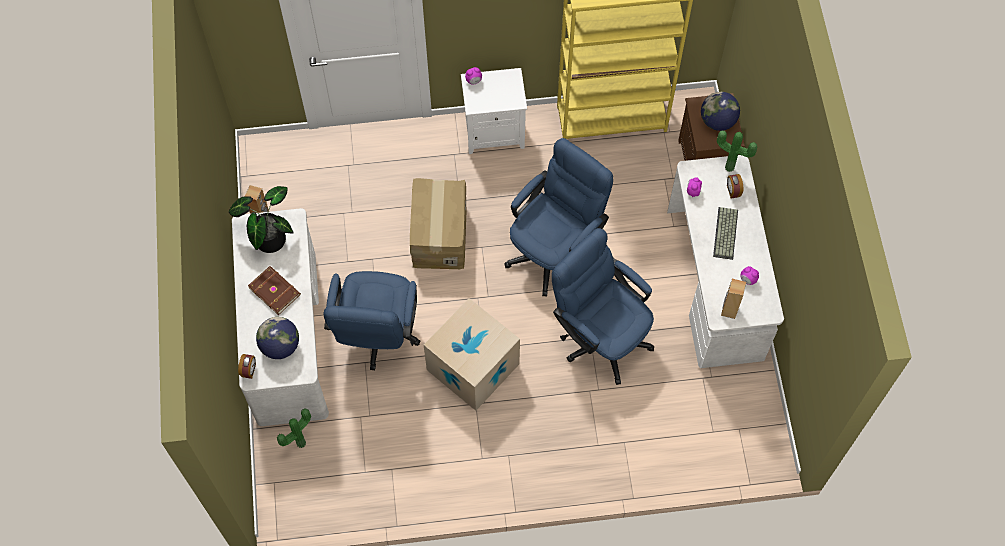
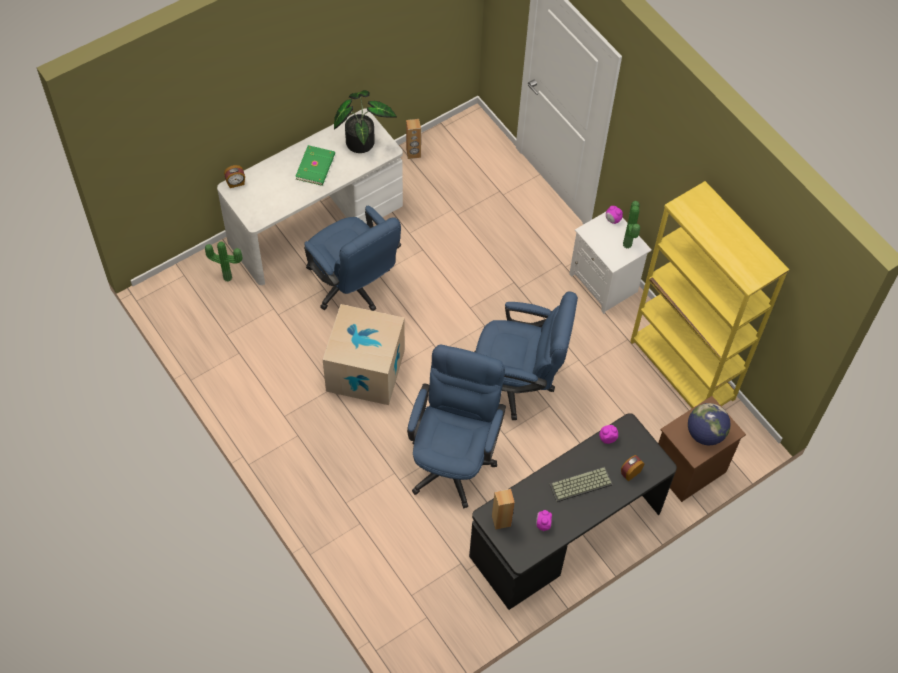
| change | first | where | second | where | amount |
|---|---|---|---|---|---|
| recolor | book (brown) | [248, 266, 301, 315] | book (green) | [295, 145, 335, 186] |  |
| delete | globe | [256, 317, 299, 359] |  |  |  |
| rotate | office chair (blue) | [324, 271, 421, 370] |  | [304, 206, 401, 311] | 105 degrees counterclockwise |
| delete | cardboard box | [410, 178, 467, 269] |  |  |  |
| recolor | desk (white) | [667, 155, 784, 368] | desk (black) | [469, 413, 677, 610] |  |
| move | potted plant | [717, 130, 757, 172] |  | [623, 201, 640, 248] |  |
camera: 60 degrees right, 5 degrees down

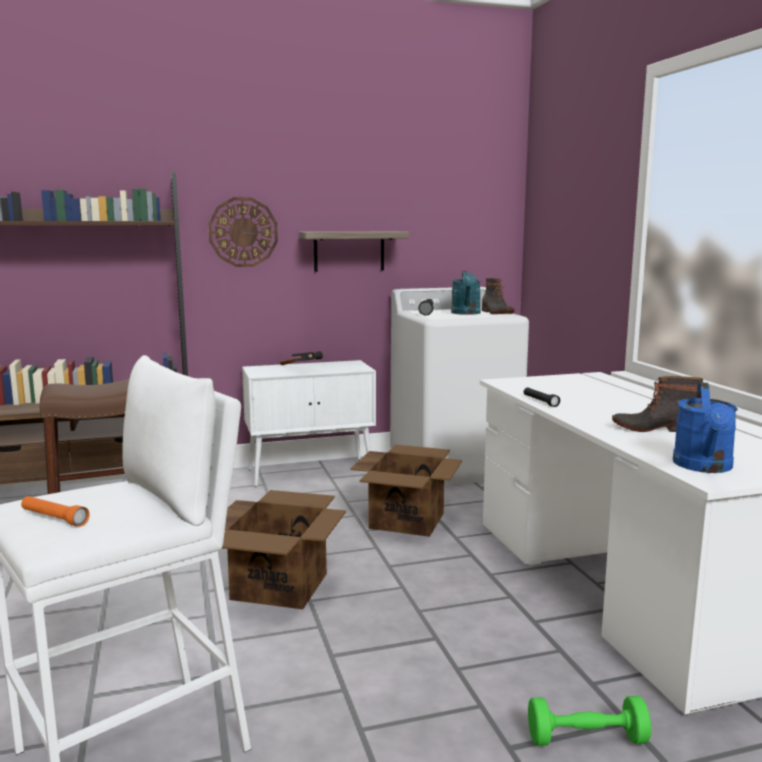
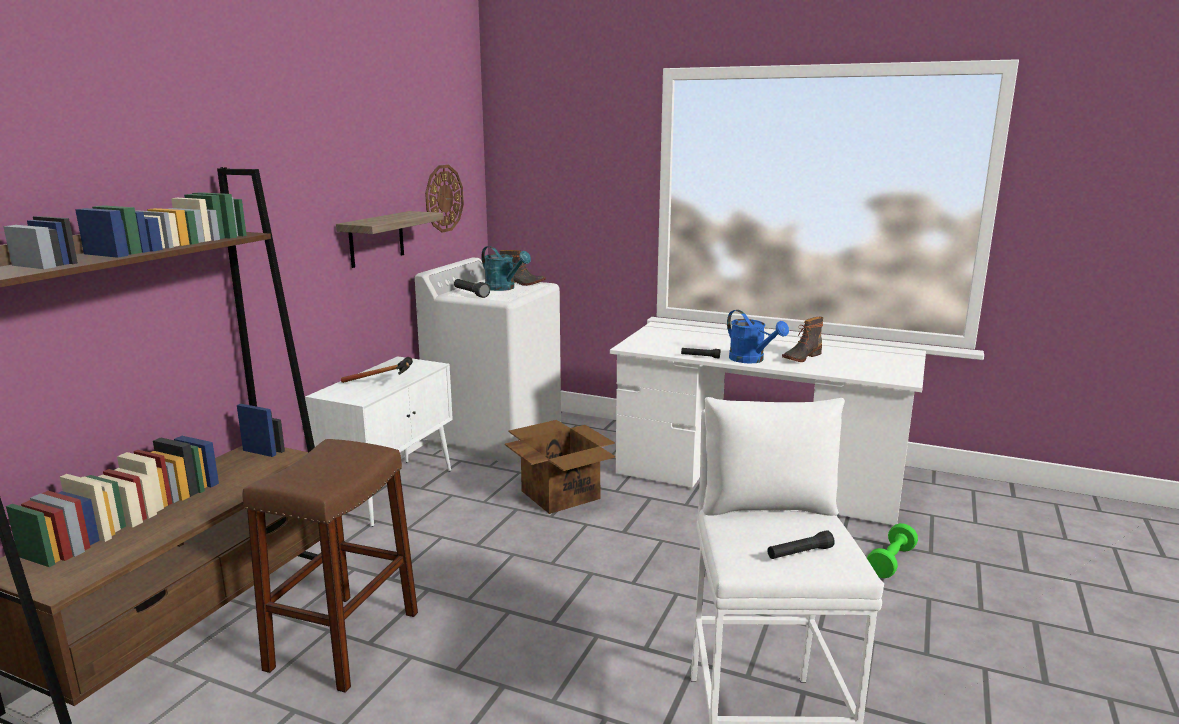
| change | first | where | second | where | amount |
|---|---|---|---|---|---|
| recolor | flashlight (orange) | [21, 496, 89, 527] | flashlight (black) | [767, 531, 835, 559] |  |
| move | wall clock | [208, 197, 278, 267] |  | [425, 165, 464, 233] |  |
| delete | cardboard box | [222, 490, 346, 609] |  |  |  |
| move | watering can (blue) | [673, 382, 738, 473] |  | [727, 310, 789, 364] |  |
camera: 50 degrees left, 5 degrees up

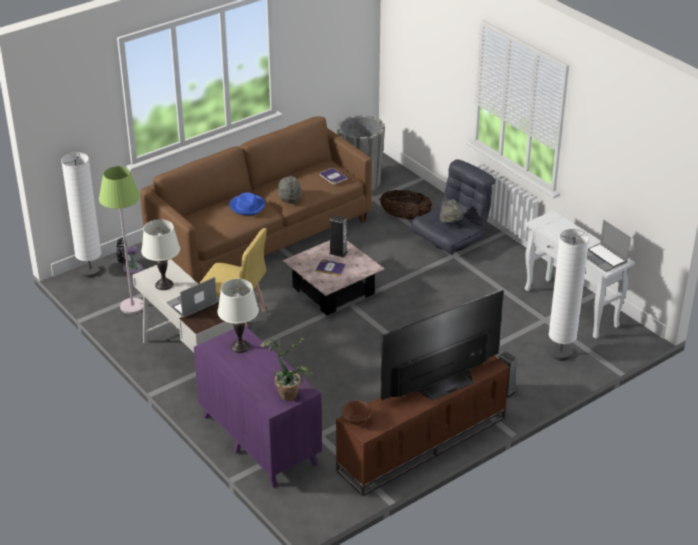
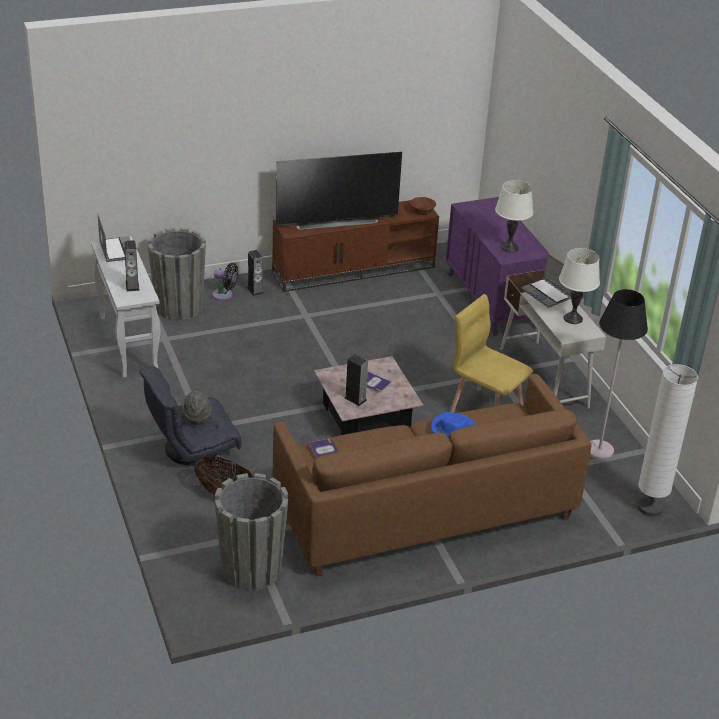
| change | first | where | second | where | amount |
|---|---|---|---|---|---|
| recolor | floor lamp (green) | [99, 166, 143, 314] | floor lamp (black) | [590, 289, 648, 460] |  |
| move | fan (black) | [117, 237, 142, 274] |  | [212, 263, 238, 301] |  |
| rotate | laptop | [167, 277, 217, 318] |  | [521, 253, 573, 308] | 75 degrees clockwise |
| delete | potted plant | [260, 337, 313, 401] |  |  |  |
| delete | hat (grey) | [278, 176, 302, 204] |  |  |  |
| replace | floor lamp (white) | [549, 229, 590, 361] | planter (grey) | [148, 228, 206, 321] |  |
| insert |  |  | speaker | [124, 240, 140, 291] |  |
camera: 165 degrees left, 0 degrees up

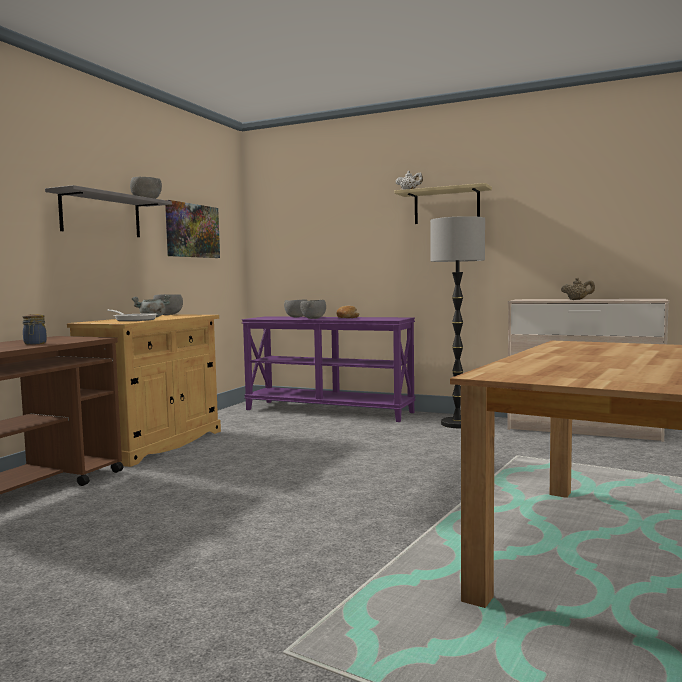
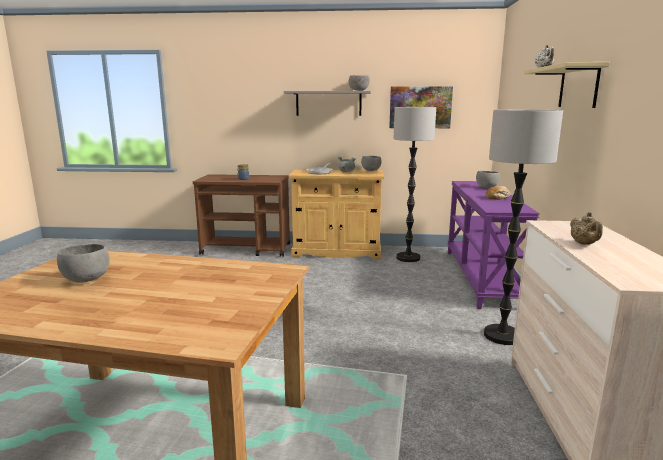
| change | first | where | second | where | amount |
|---|---|---|---|---|---|
| move | bowl (grey) | [300, 300, 326, 319] |  | [57, 244, 110, 283] |  |
| insert |  |  | floor lamp | [394, 107, 436, 262] |  |
camera: 70 degrees right, 10 degrees up

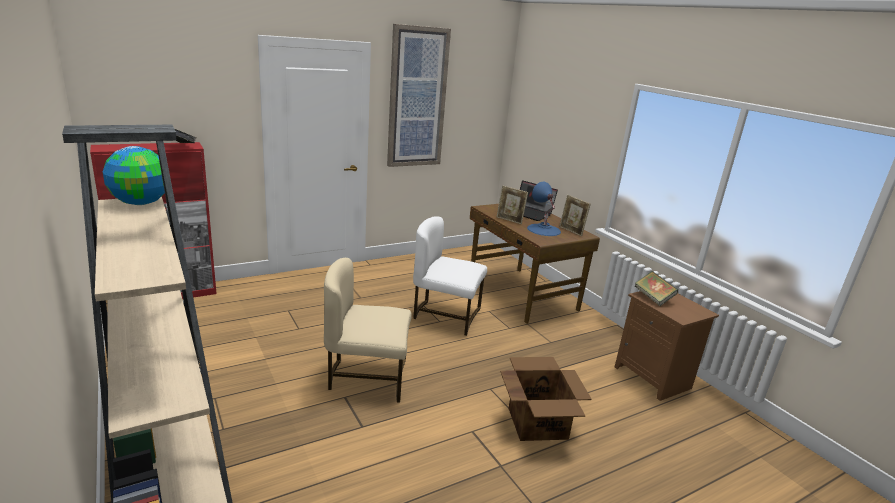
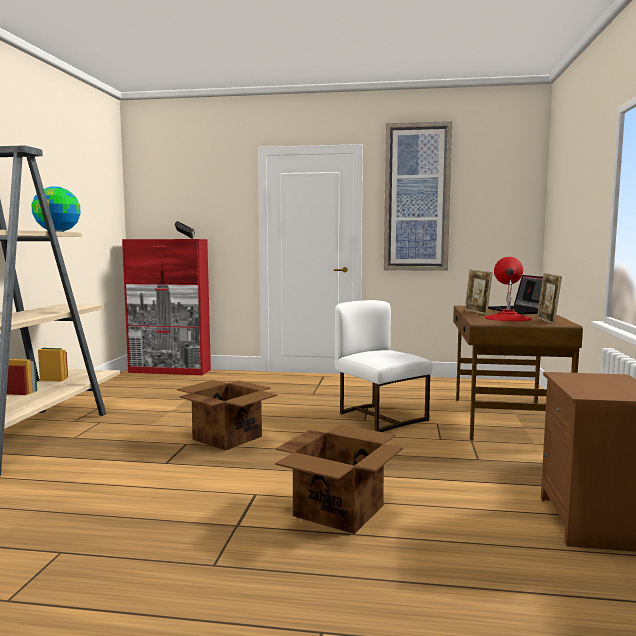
| change | first | where | second | where | amount |
|---|---|---|---|---|---|
| replace | chair (beige) | [324, 258, 412, 403] | cardboard box | [177, 380, 278, 451] |  |
| recolor | table lamp (blue) | [527, 182, 561, 236] | table lamp (red) | [485, 257, 532, 322] |  |
| delete | book | [635, 271, 678, 306] |  |  |  |
camera: 40 degrees right, 15 degrees down

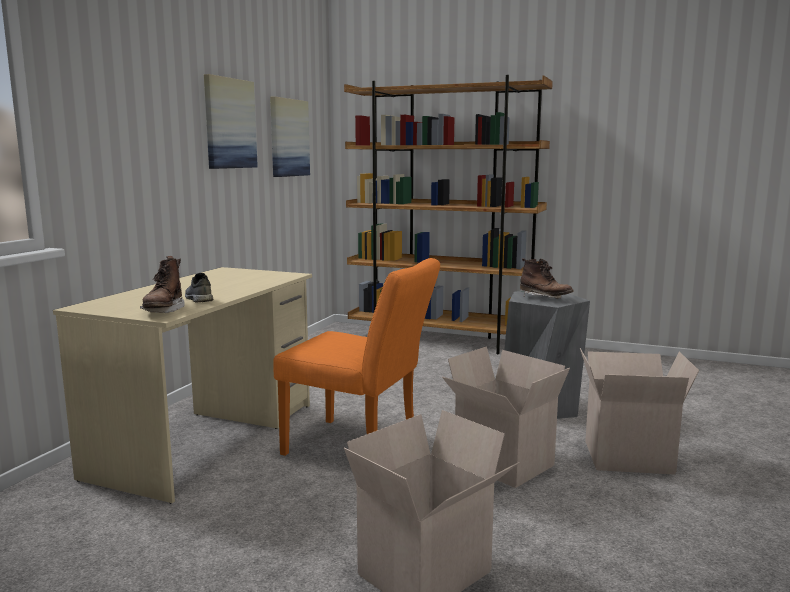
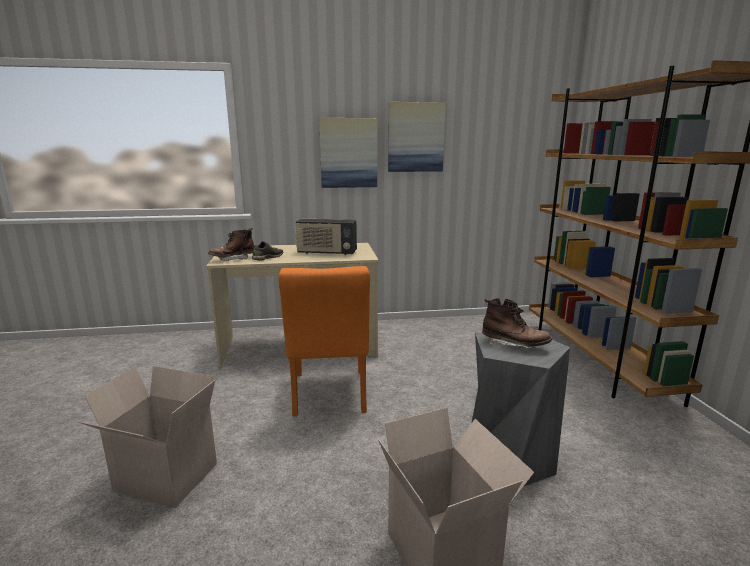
| change | first | where | second | where | amount |
|---|---|---|---|---|---|
| move | picture | [270, 96, 310, 177] |  | [319, 118, 377, 188] |  |
| delete | cardboard box | [442, 346, 570, 488] |  |  |  |
| rotate | boot (brown) | [520, 258, 574, 299] |  | [482, 298, 552, 349] | 75 degrees counterclockwise |
| insert |  |  | radio | [295, 219, 357, 255] |  |
camera: 60 degrees right, 5 degrees up

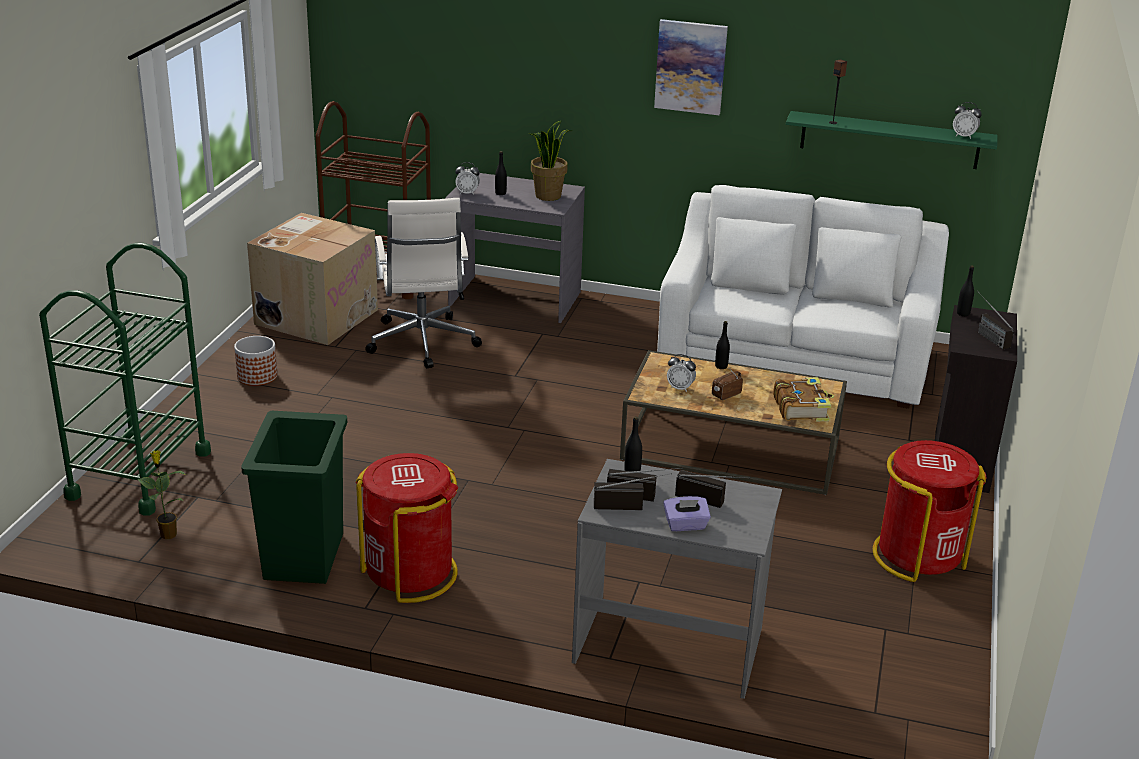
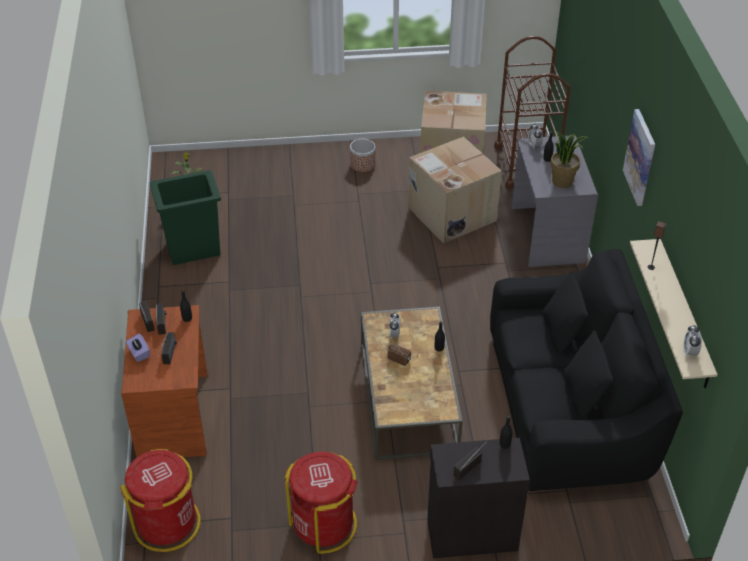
| change | first | where | second | where | amount |
|---|---|---|---|---|---|
| delete | cart (green) | [39, 243, 211, 515] |  |  |  |
| move | trash can (red) | [356, 453, 458, 603] |  | [120, 449, 201, 552] |  |
| replace | office chair (white) | [365, 198, 482, 369] | cardboard box | [408, 136, 502, 244] |  |
| recolor | desk (grey) | [572, 459, 782, 699] | desk (brown) | [121, 305, 208, 458] |  |
| recolor | sofa (white) | [657, 185, 949, 408] | sofa (black) | [490, 249, 683, 492] |  |
| delete | book | [773, 377, 834, 422] |  |  |  |
| recolor | shelf (green) | [786, 111, 998, 169] | shelf (beige) | [630, 239, 718, 388] |  |
camera: 70 degrees right, 15 degrees up

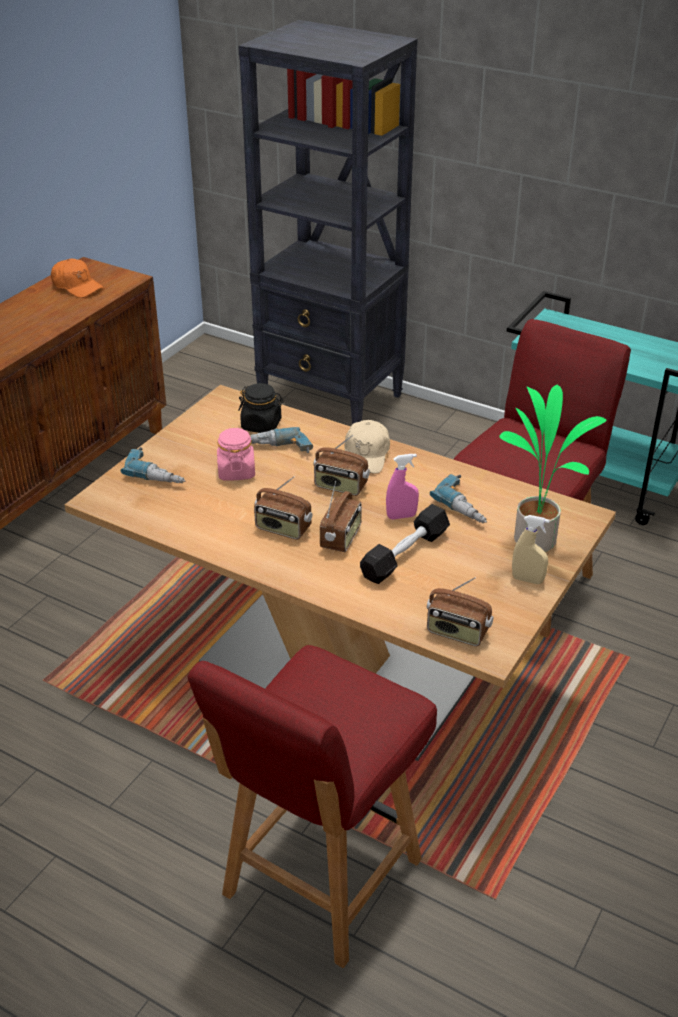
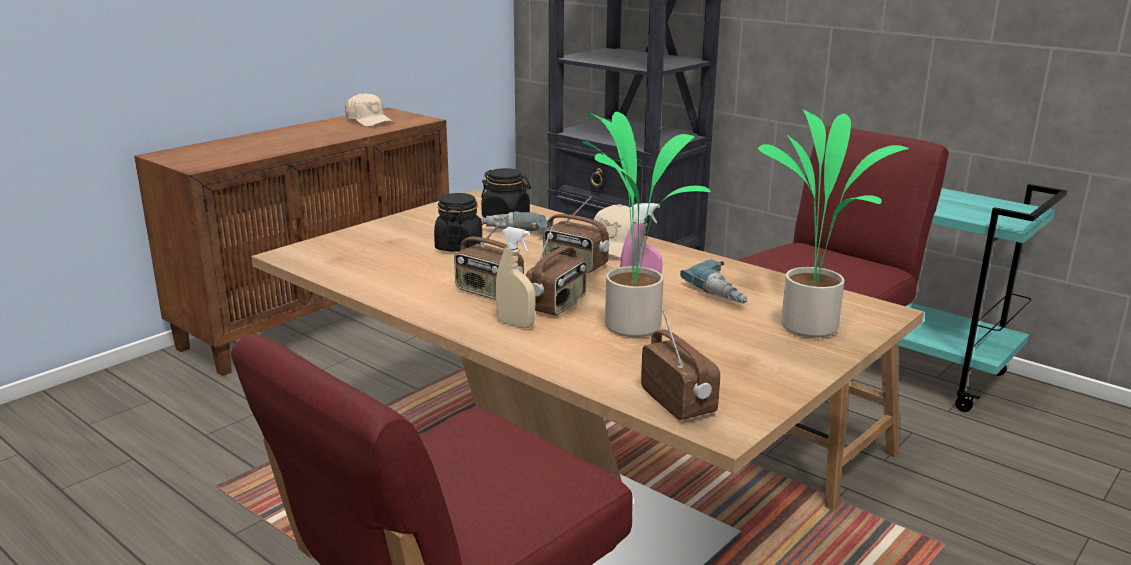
| change | first | where | second | where | amount |
|---|---|---|---|---|---|
| recolor | cap (orange) | [51, 259, 103, 298] | cap (beige) | [345, 93, 393, 127] |  |
| delete | power drill | [121, 447, 186, 483] |  |  |  |
| recolor | jar (pink) | [217, 428, 255, 480] | jar (black) | [434, 193, 482, 251] |  |
| replace | dumbbell (black) | [360, 504, 450, 584] | potted plant | [582, 112, 711, 337] |  |
| rotate | radio | [427, 577, 493, 646] |  | [641, 310, 720, 420] | 150 degrees counterclockwise |
| move | spray bottle (beige) | [512, 515, 550, 584] |  | [495, 227, 535, 328] |  |
camera: 10 degrees right, 15 degrees down

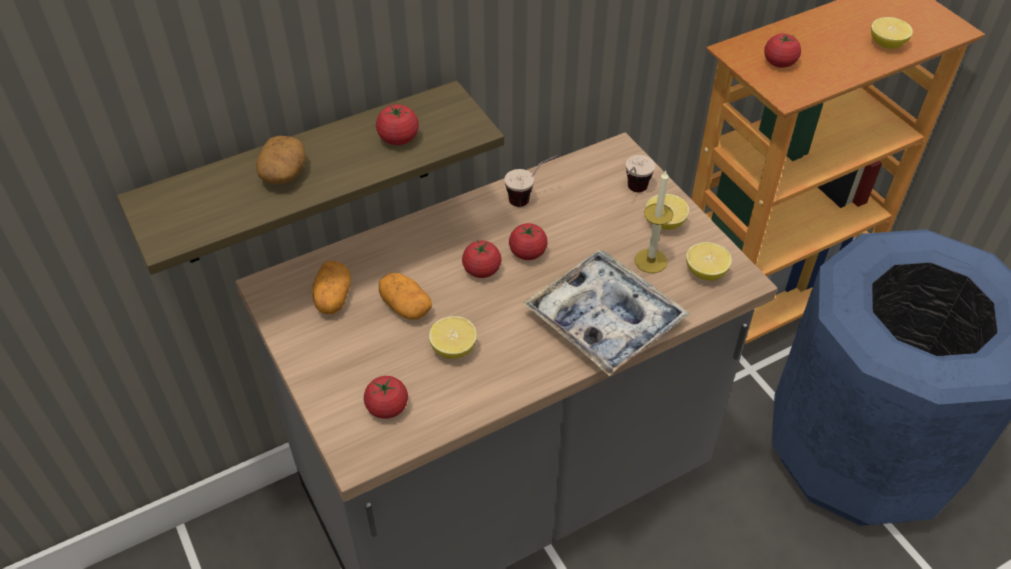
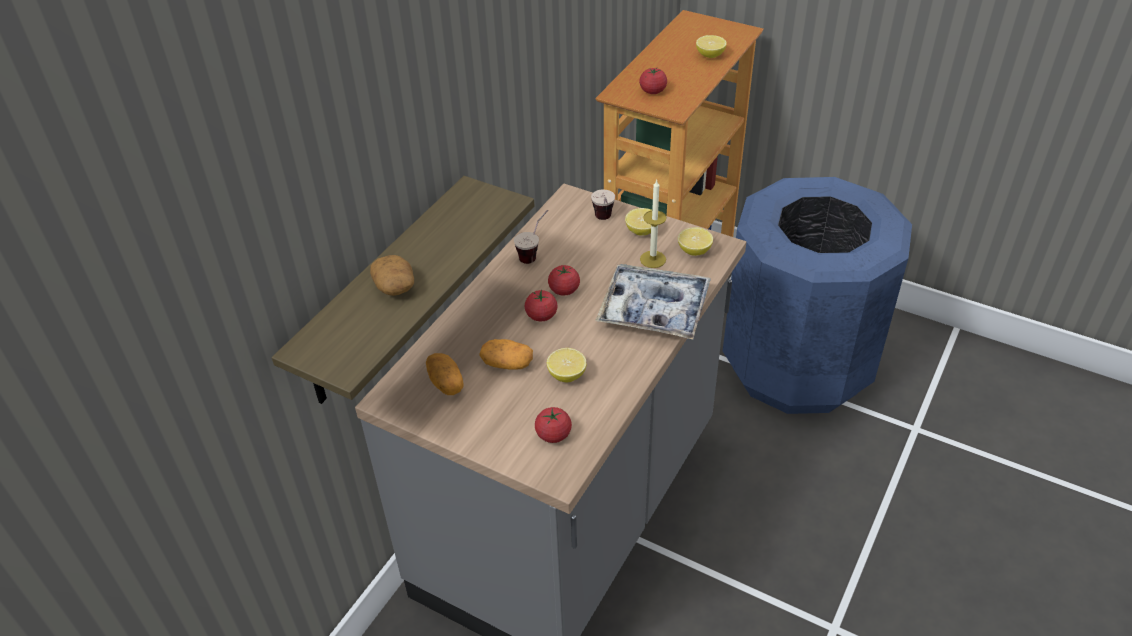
| change | first | where | second | where | amount |
|---|---|---|---|---|---|
| delete | tomato | [376, 104, 419, 145] |  |  |  |
camera: 30 degrees left, 5 degrees down

